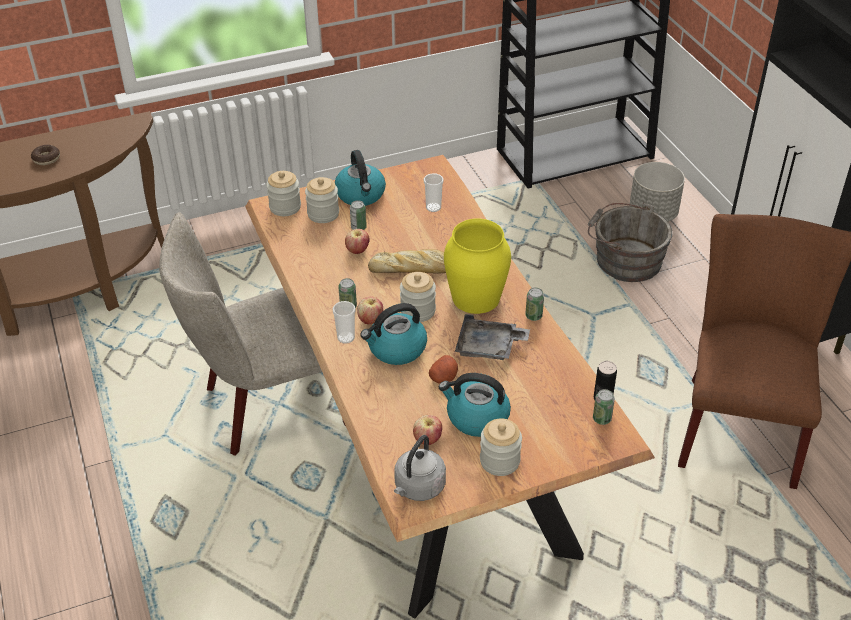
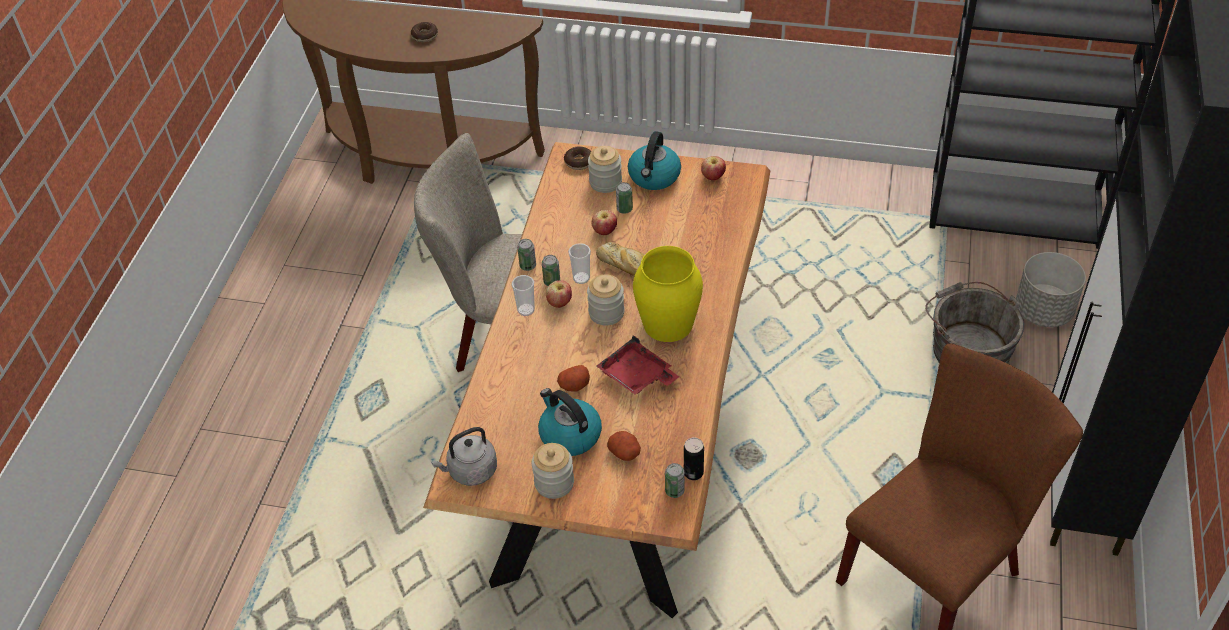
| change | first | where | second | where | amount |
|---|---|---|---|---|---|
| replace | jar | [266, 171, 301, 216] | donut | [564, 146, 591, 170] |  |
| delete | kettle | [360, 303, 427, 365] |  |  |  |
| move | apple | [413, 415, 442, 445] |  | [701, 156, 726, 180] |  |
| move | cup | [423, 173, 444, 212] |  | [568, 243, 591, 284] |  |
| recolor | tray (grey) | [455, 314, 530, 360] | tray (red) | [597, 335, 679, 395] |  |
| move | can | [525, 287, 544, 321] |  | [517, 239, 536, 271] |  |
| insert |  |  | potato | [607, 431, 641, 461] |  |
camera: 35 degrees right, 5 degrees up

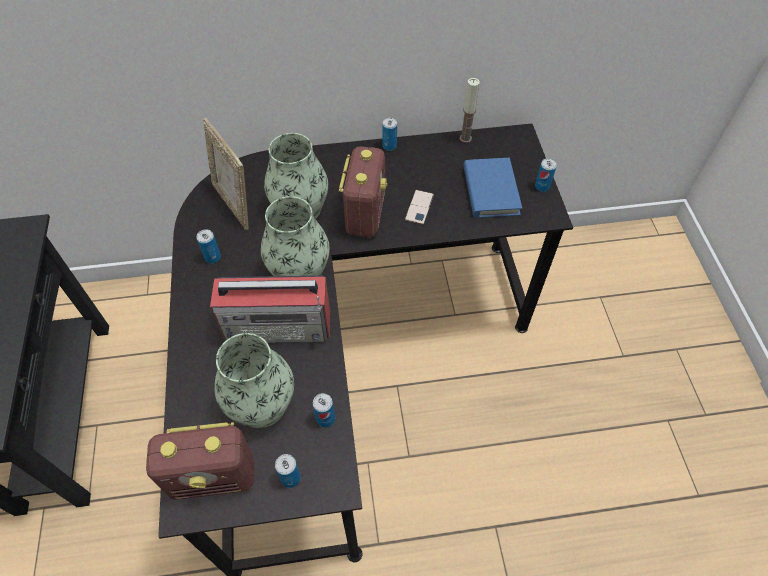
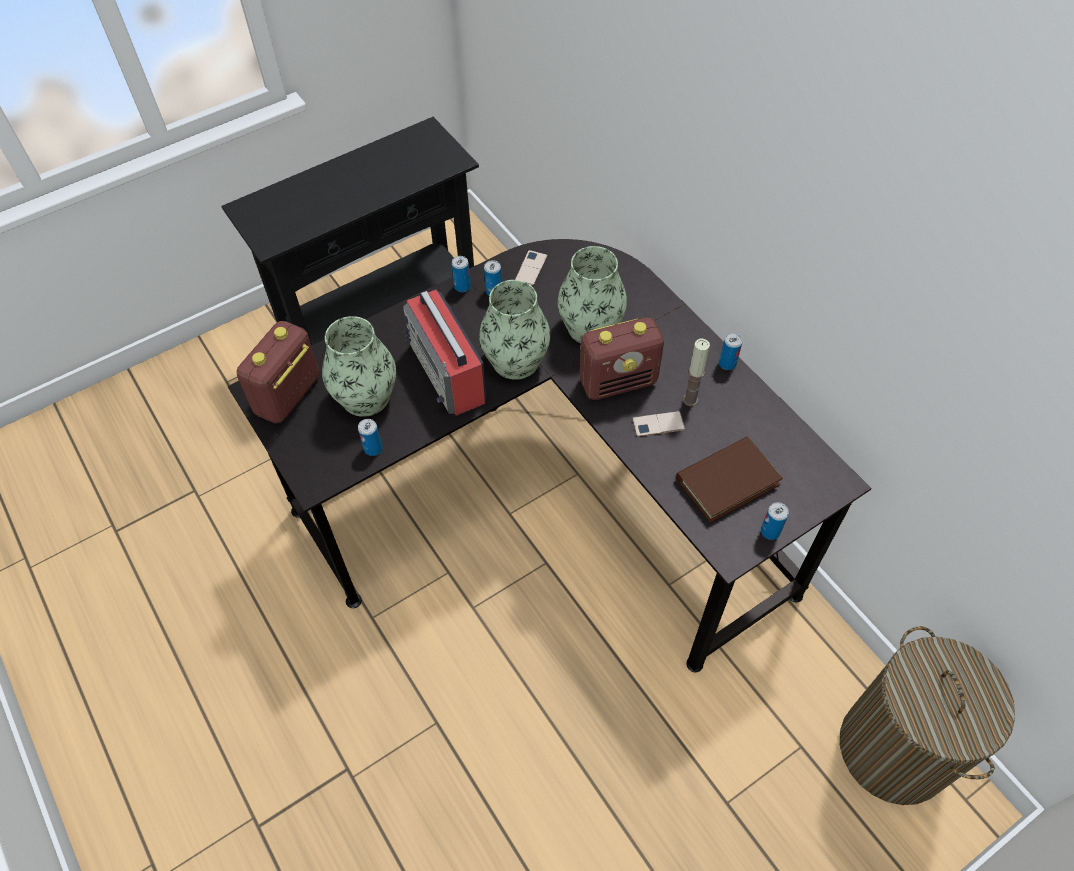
| change | first | where | second | where | amount |
|---|---|---|---|---|---|
| rotate | radio | [146, 422, 254, 500] |  | [236, 321, 320, 423] | 60 degrees clockwise |
| delete | picture frame | [203, 118, 249, 230] |  |  |  |
| move | can | [275, 454, 301, 488] |  | [452, 256, 471, 292] |  |
| move | candle | [460, 78, 480, 143] |  | [683, 339, 710, 406] |  |
| recolor | book (blue) | [463, 158, 522, 218] | book (brown) | [676, 437, 783, 523] |  |
| insert |  |  | phone | [515, 250, 547, 286] |  |
| insert |  |  | laundry basket | [840, 626, 1015, 805] |  |
camera: 65 degrees right, 0 degrees up

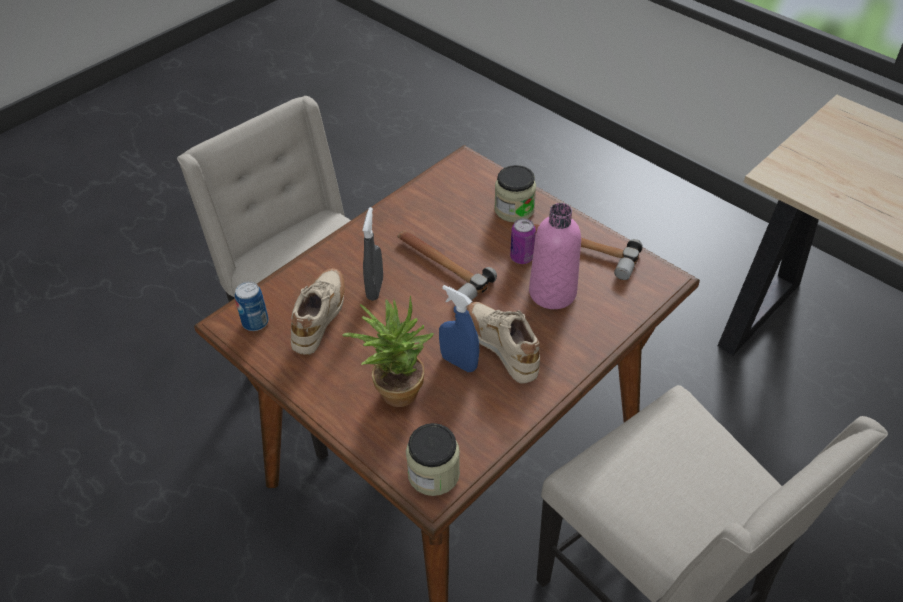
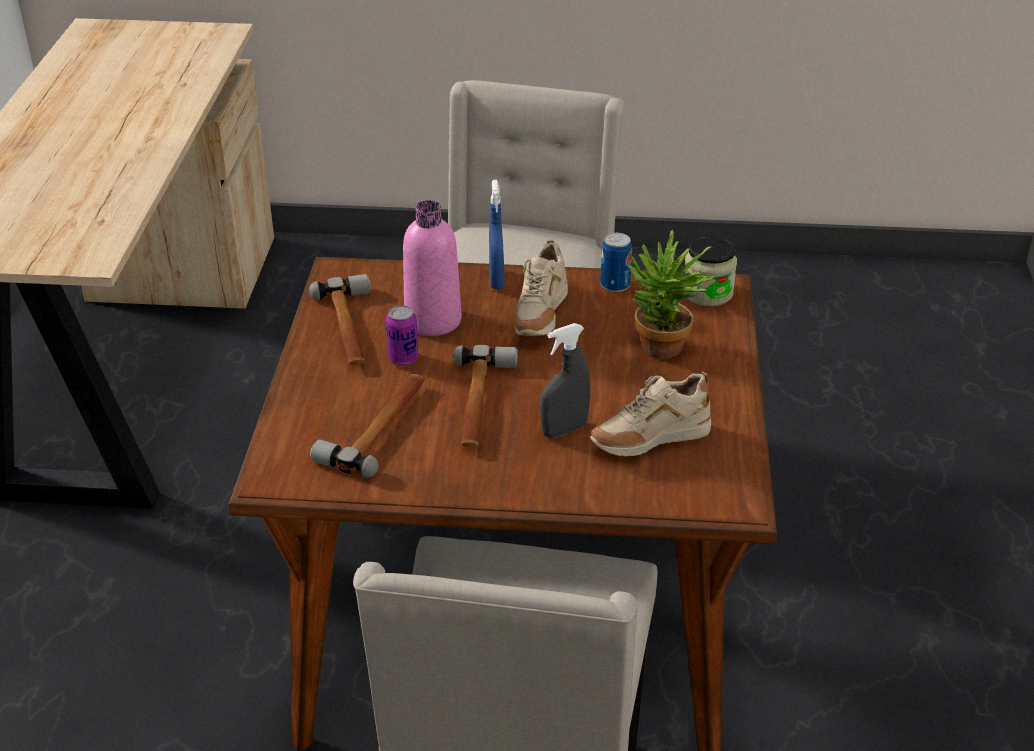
| change | first | where | second | where | amount |
|---|---|---|---|---|---|
| move | can | [235, 281, 269, 331] |  | [600, 233, 632, 292] |  |
| move | spray bottle (blue) | [439, 285, 480, 372] |  | [489, 180, 504, 289] |  |
| delete | jar | [494, 165, 536, 222] |  |  |  |
| insert |  |  | hammer | [310, 374, 425, 478] |  |
camera: 130 degrees left, 10 degrees down

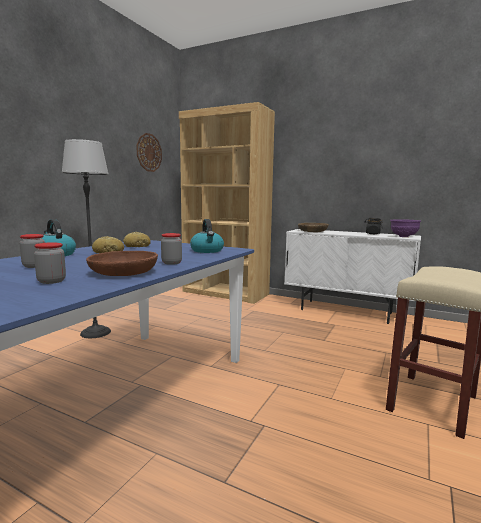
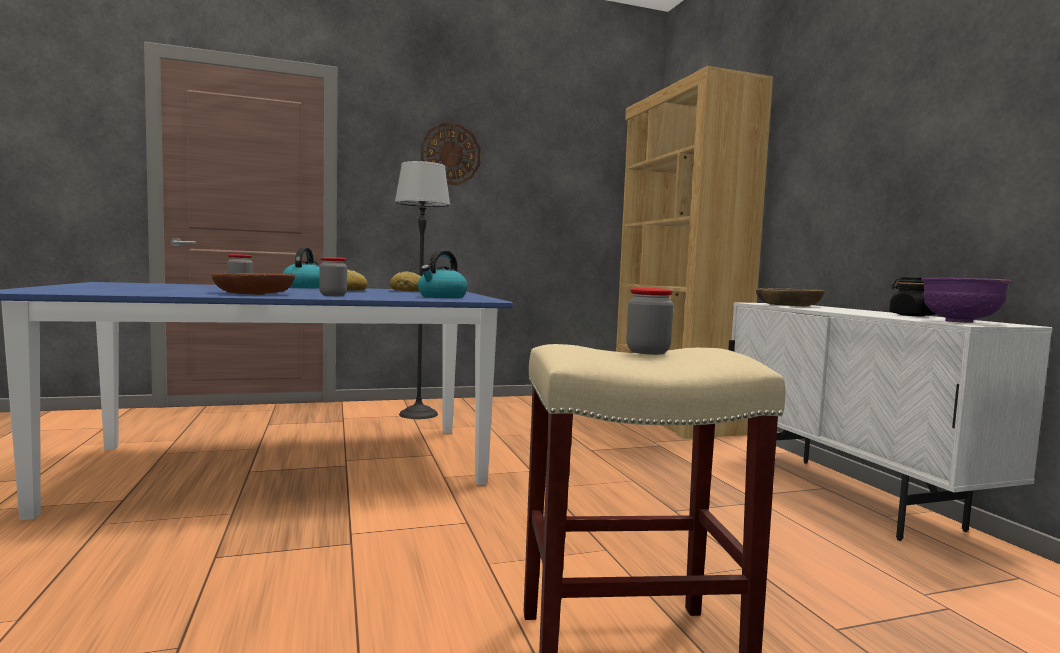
| change | first | where | second | where | amount |
|---|---|---|---|---|---|
| move | jar | [34, 242, 66, 284] |  | [627, 288, 673, 355] |  |
| move | wall clock | [136, 133, 162, 172] |  | [421, 123, 481, 185] |  |
camera: 45 degrees right, 5 degrees down

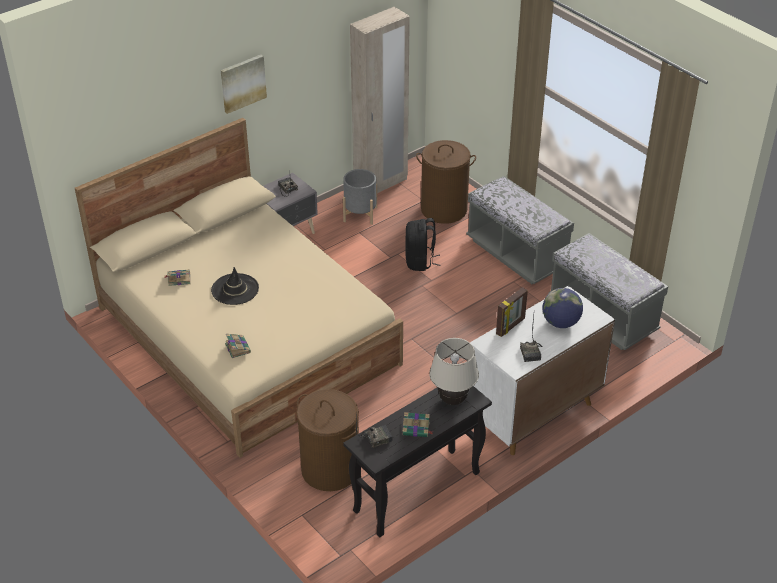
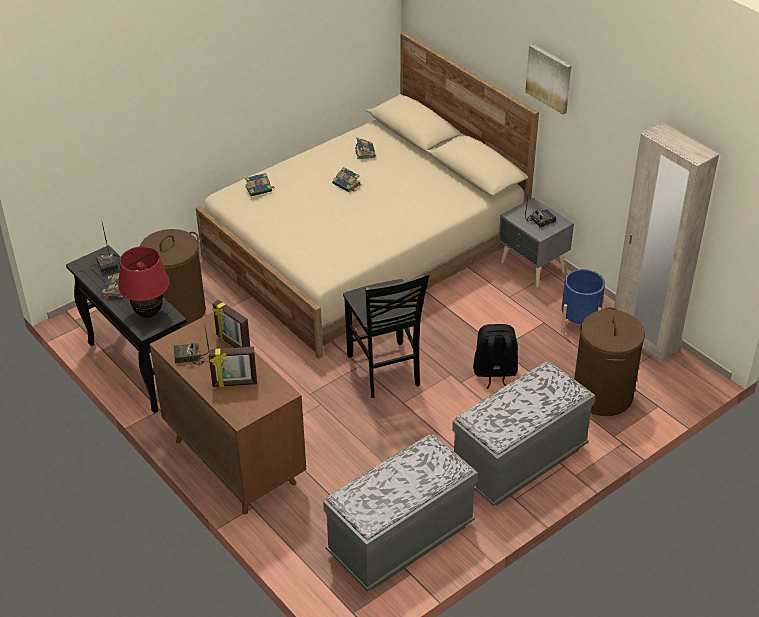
| change | first | where | second | where | amount |
|---|---|---|---|---|---|
| replace | hat (black) | [211, 267, 259, 305] | book | [332, 167, 361, 192] |  |
| recolor | planter (grey) | [343, 169, 377, 225] | planter (blue) | [561, 269, 605, 333] |  |
| recolor | table lamp (beige) | [429, 338, 479, 405] | table lamp (red) | [118, 246, 170, 318] |  |
| recolor | cabinet (white) | [470, 286, 615, 455] | cabinet (brown) | [150, 313, 306, 514] |  |
| replace | globe | [542, 288, 583, 328] | picture frame | [209, 347, 257, 387] |  |
| insert |  |  | chair (black) | [343, 273, 429, 398] |  |
camera: 90 degrees right, 0 degrees up

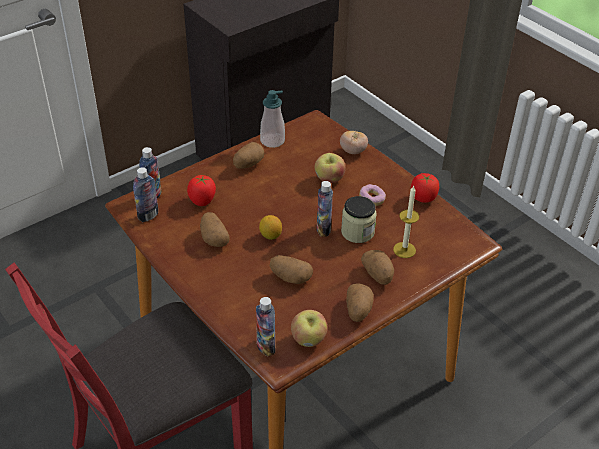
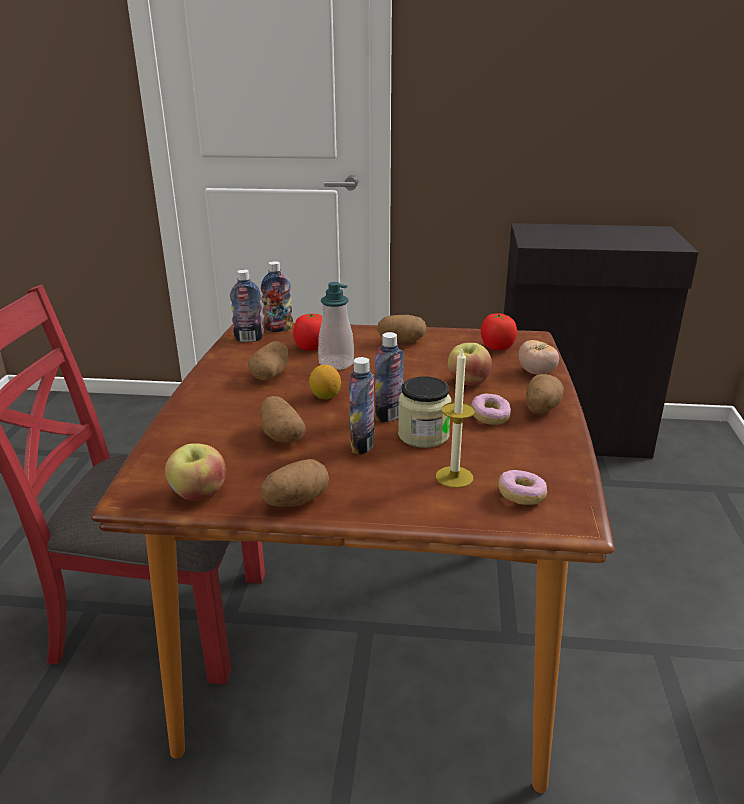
| change | first | where | second | where | amount |
|---|---|---|---|---|---|
| move | bottle | [256, 297, 275, 356] |  | [349, 357, 374, 455] |  |
| move | soap dispenser | [260, 90, 285, 148] |  | [318, 282, 354, 370] |  |
| move | potato | [361, 250, 394, 285] |  | [526, 374, 564, 414] |  |
| move | tomato | [411, 173, 439, 203] |  | [481, 313, 517, 350] |  |
| insert |  |  | donut | [498, 470, 547, 505] |  |
camera: 45 degrees right, 15 degrees down

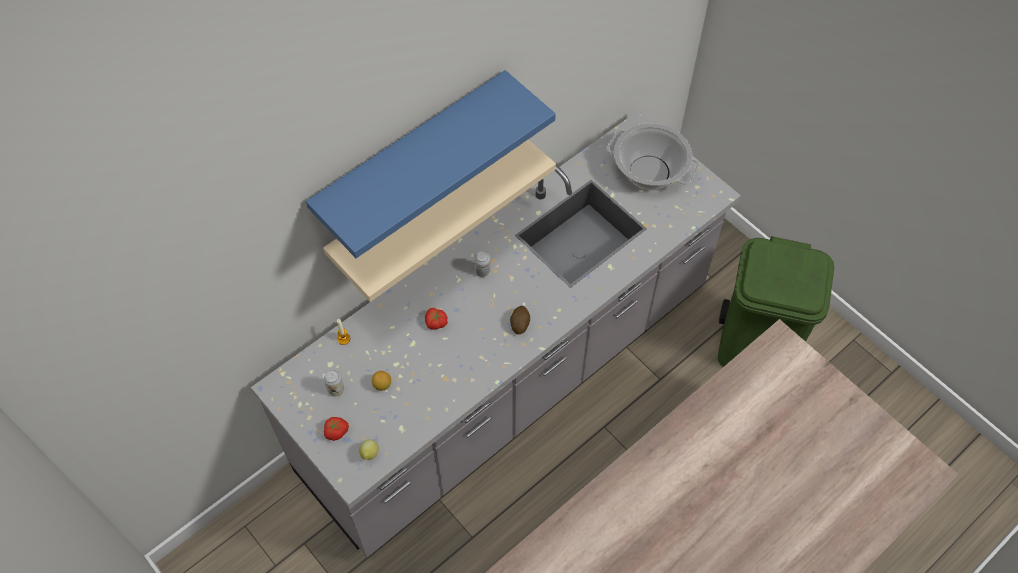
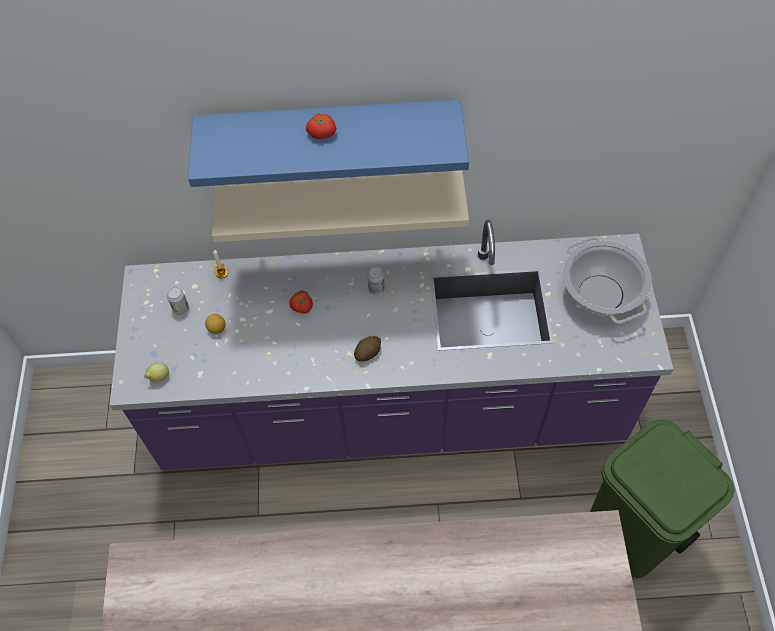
| change | first | where | second | where | amount |
|---|---|---|---|---|---|
| recolor | counter (grey) | [251, 111, 741, 558] | counter (purple) | [110, 220, 673, 470] |  |
| move | tomato | [324, 417, 349, 441] |  | [306, 113, 337, 139] |  |
camera: 40 degrees right, 0 degrees up

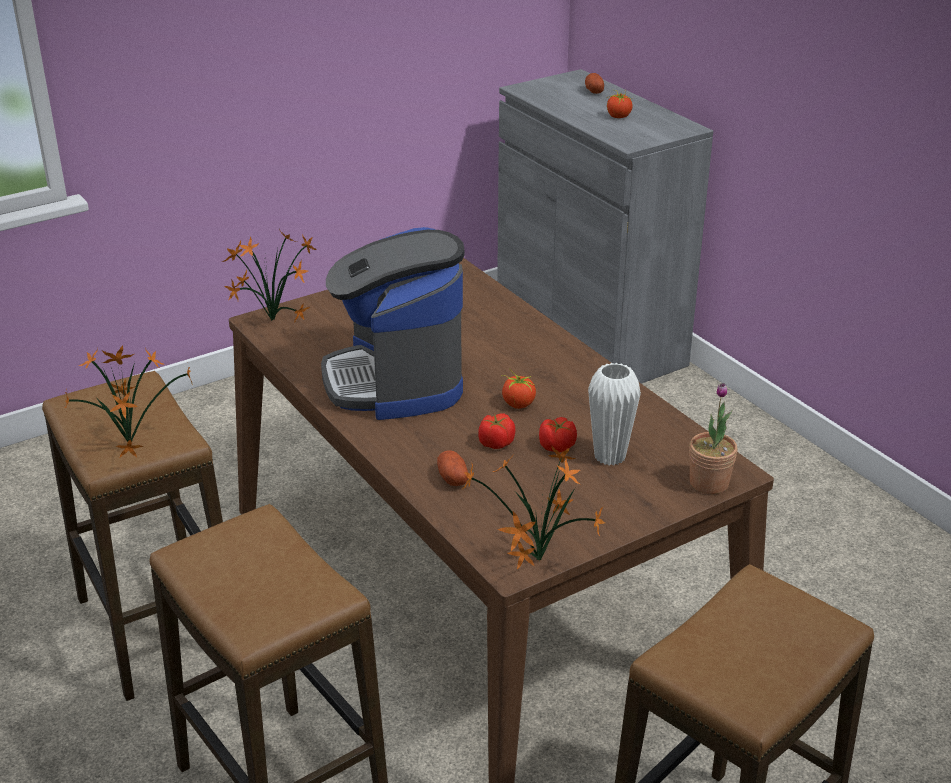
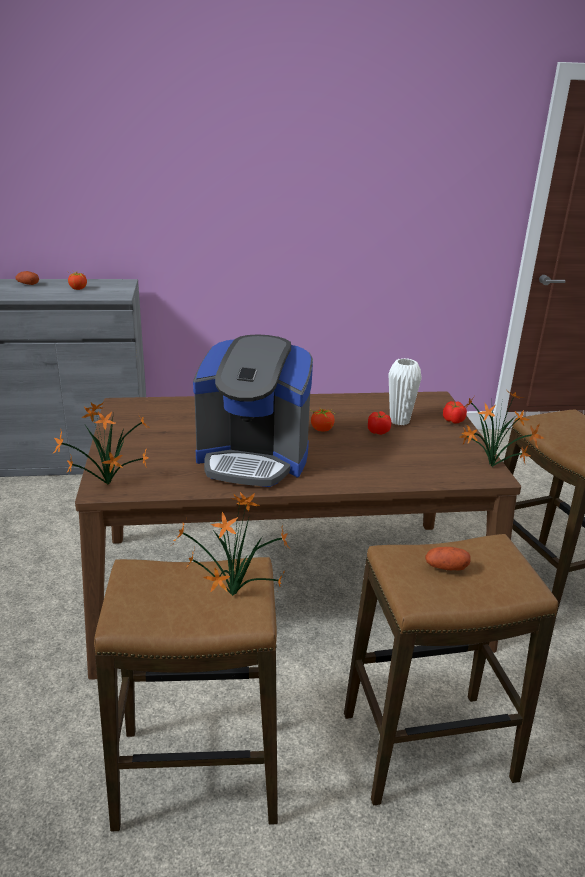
| change | first | where | second | where | amount |
|---|---|---|---|---|---|
| move | potato | [437, 450, 468, 486] |  | [425, 547, 471, 570] |  |
| move | tomato | [478, 413, 515, 449] |  | [443, 401, 467, 424] |  |
| delete | potted plant | [689, 383, 738, 494] |  |  |  |
camera: 65 degrees left, 5 degrees down

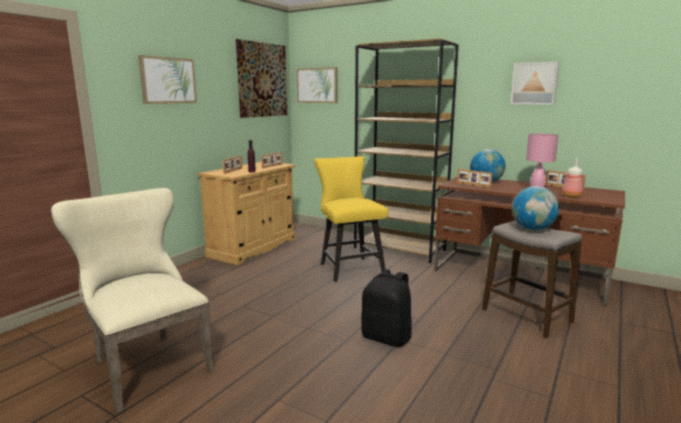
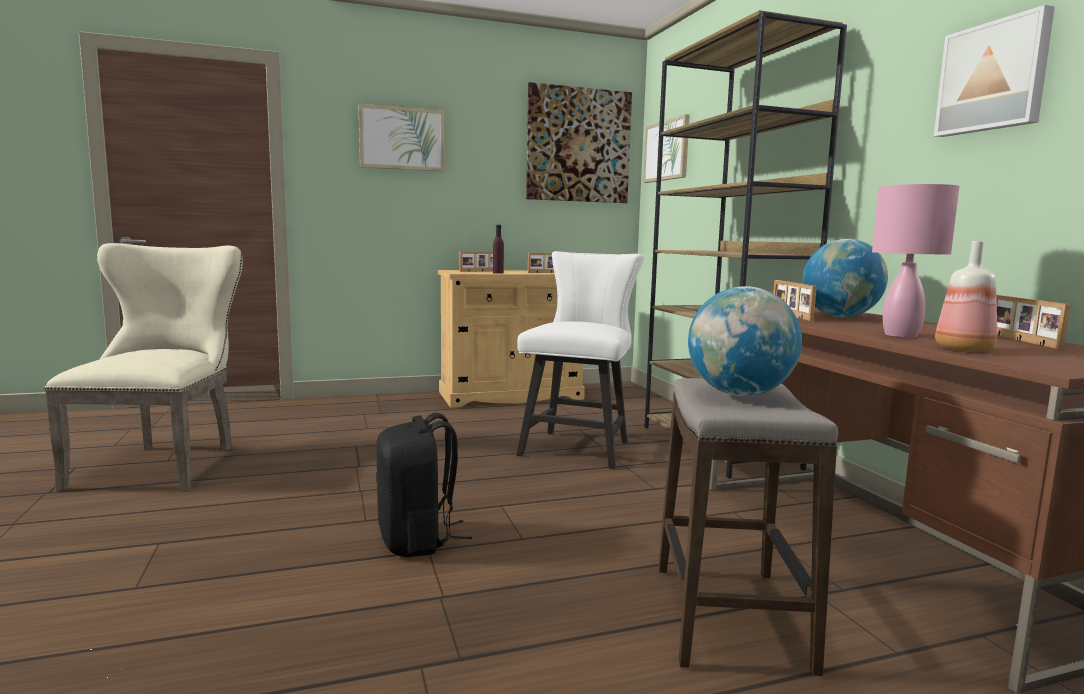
| change | first | where | second | where | amount |
|---|---|---|---|---|---|
| recolor | chair (yellow) | [314, 156, 388, 282] | chair (white) | [516, 251, 644, 469] |  |
camera: 40 degrees right, 5 degrees down

